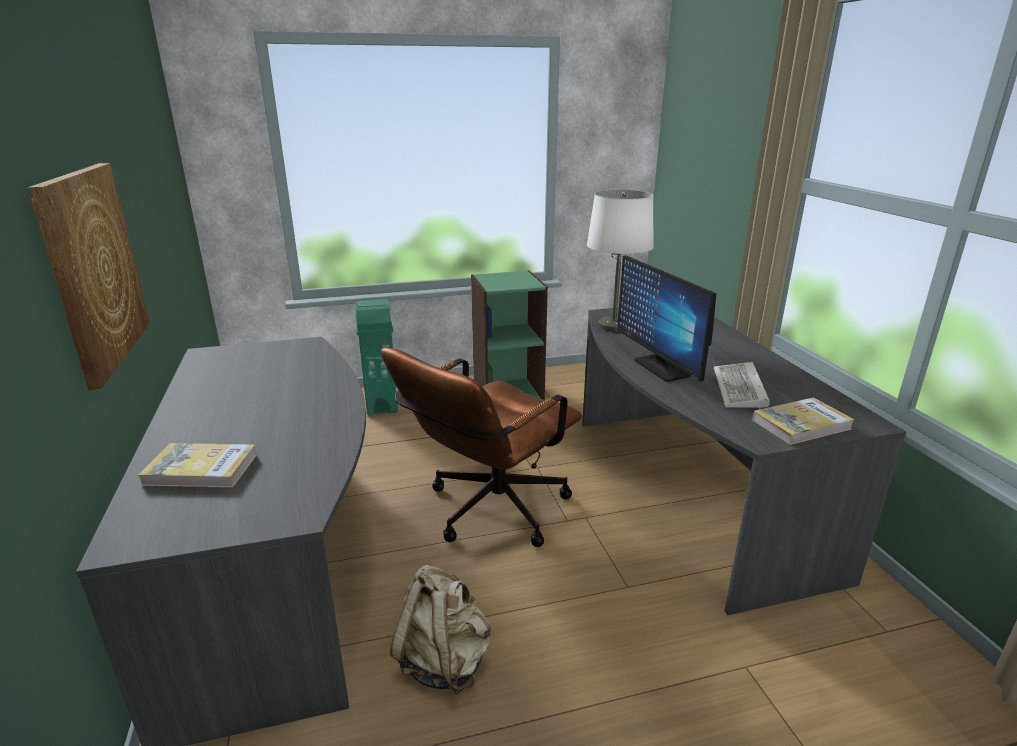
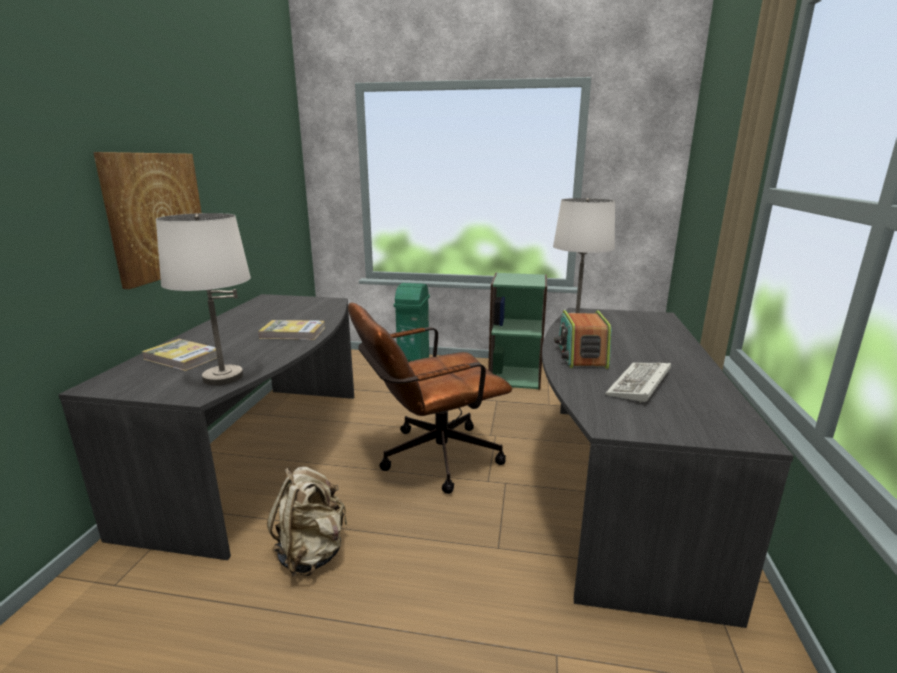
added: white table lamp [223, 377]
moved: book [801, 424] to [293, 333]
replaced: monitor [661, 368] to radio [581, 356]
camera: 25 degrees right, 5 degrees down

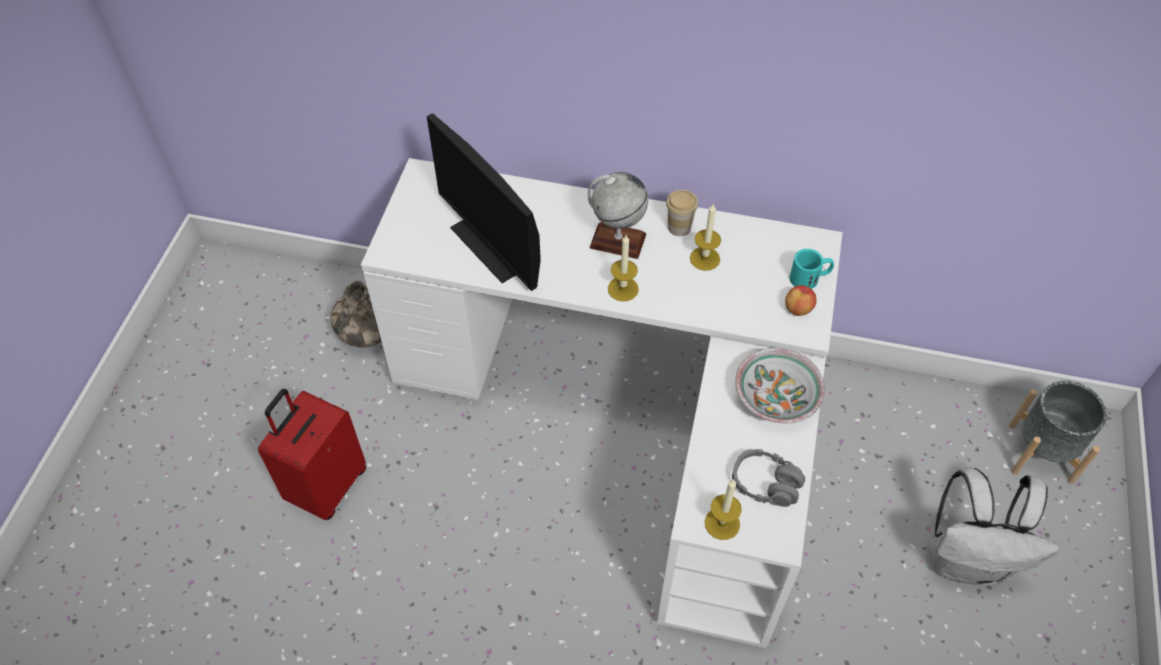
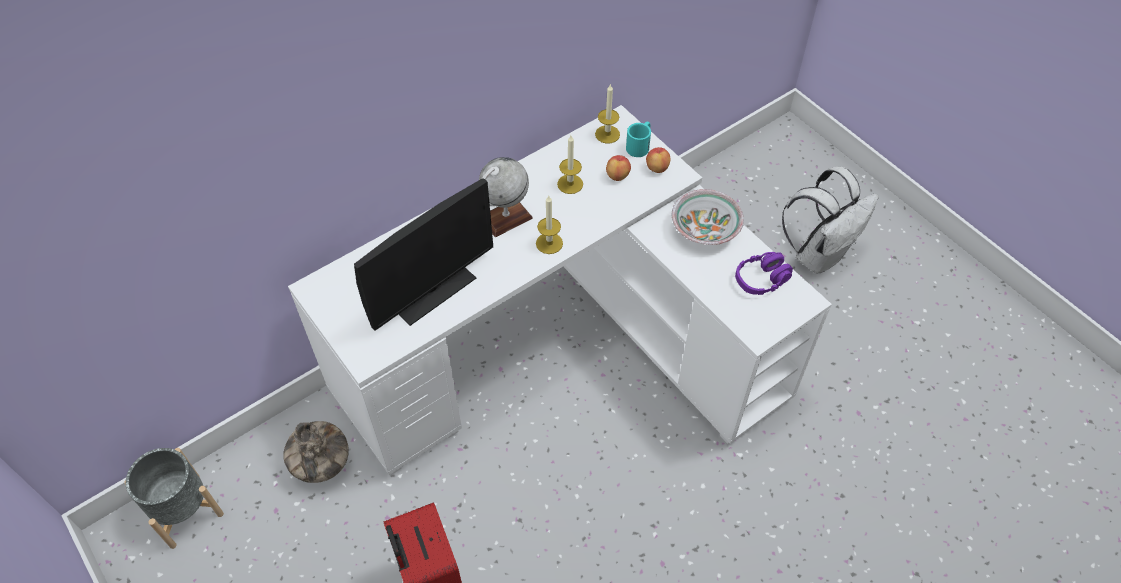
removed: cup [679, 227]
added: apple [617, 175]
moved: candle [722, 523] to [607, 134]; grey planter [1040, 453] to [185, 511]
recoloured: grey headphones [765, 484] to purple headphones [761, 279]
turned: monitor [492, 245] = [431, 290] 45 degrees counterclockwise
camera: 50 degrees left, 0 degrees up

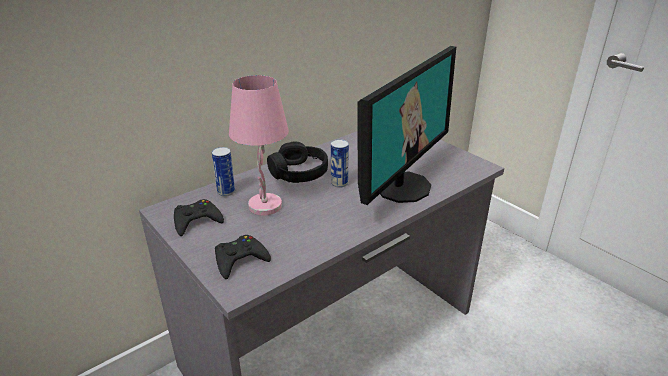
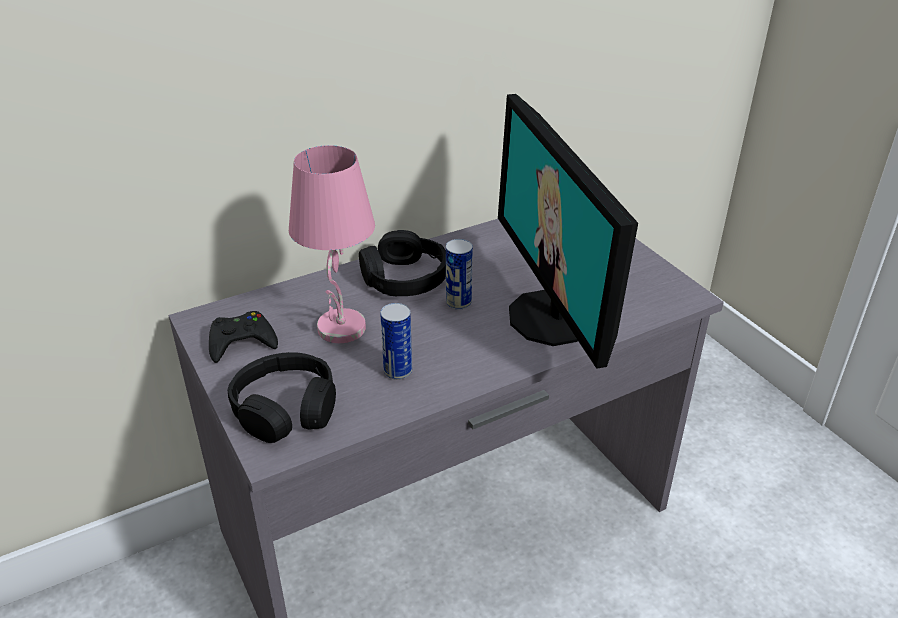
moved: can [226, 192] to [398, 371]
replaced: black game controller [240, 260] to black headphones [286, 409]
turned: monitor [402, 186] = [551, 318] 120 degrees clockwise
camera: 10 degrees right, 5 degrees up

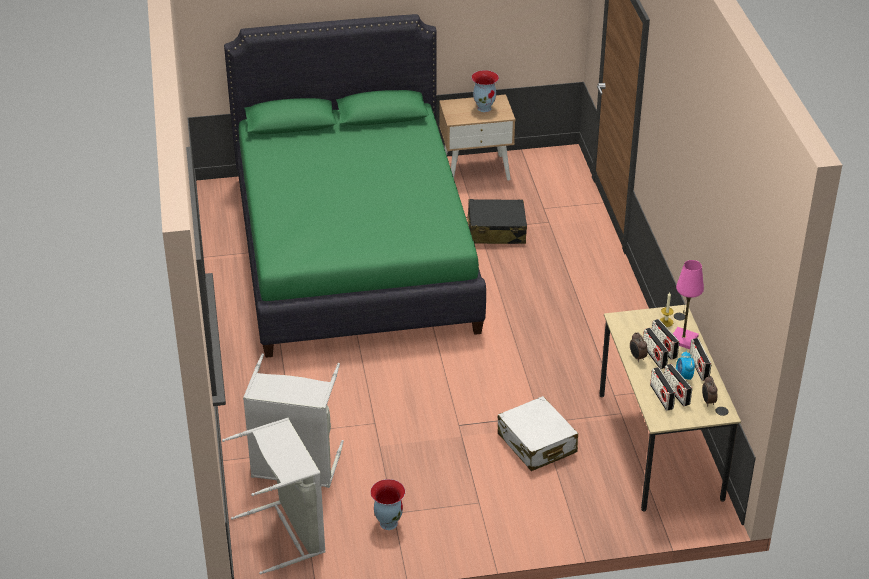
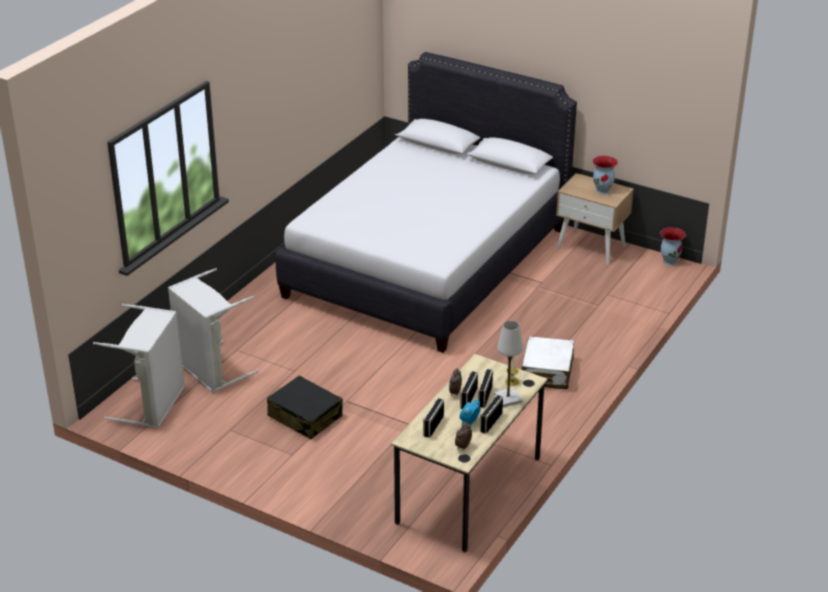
removed: radio [676, 393]
moved: vase [388, 523] to [669, 261]; black suitcase [496, 231] to [305, 416]; white suitcase [537, 443] to [547, 372]
recoloured: green bed [353, 252] to white bed [427, 261]; pink table lamp [683, 339] to white table lamp [507, 398]
camera: 40 degrees right, 5 degrees down

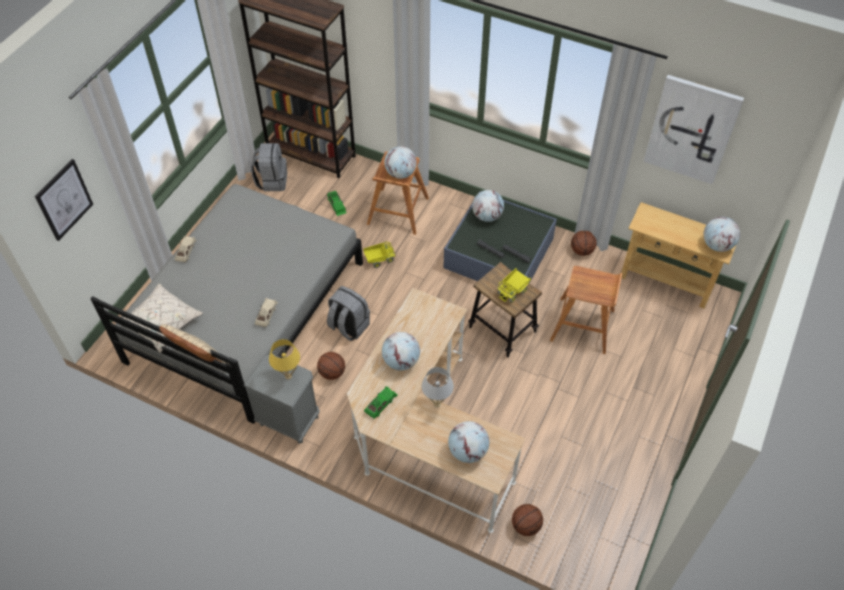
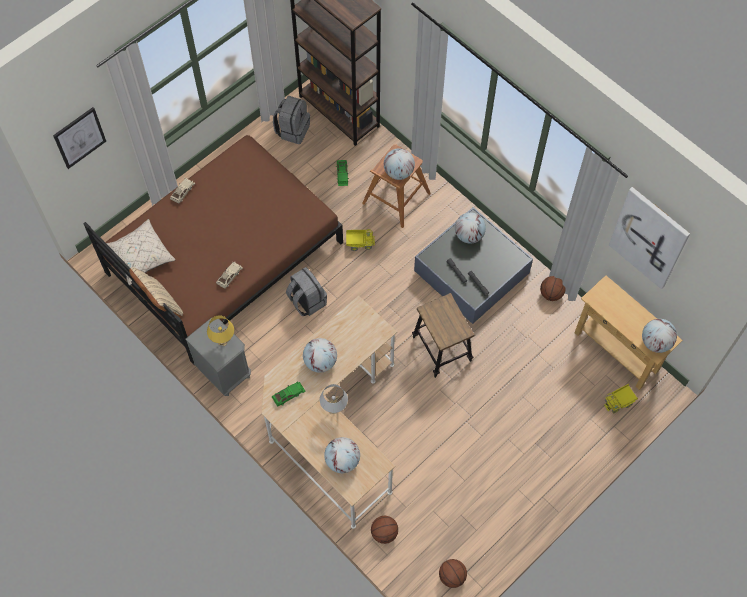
removed: brown stool [583, 325]
moved: basketball [332, 373] to [452, 576]; toy truck [513, 291] to [619, 402]
recoloured: grey bed [246, 311] to brown bed [224, 257]
camera: 20 degrees right, 10 degrees up

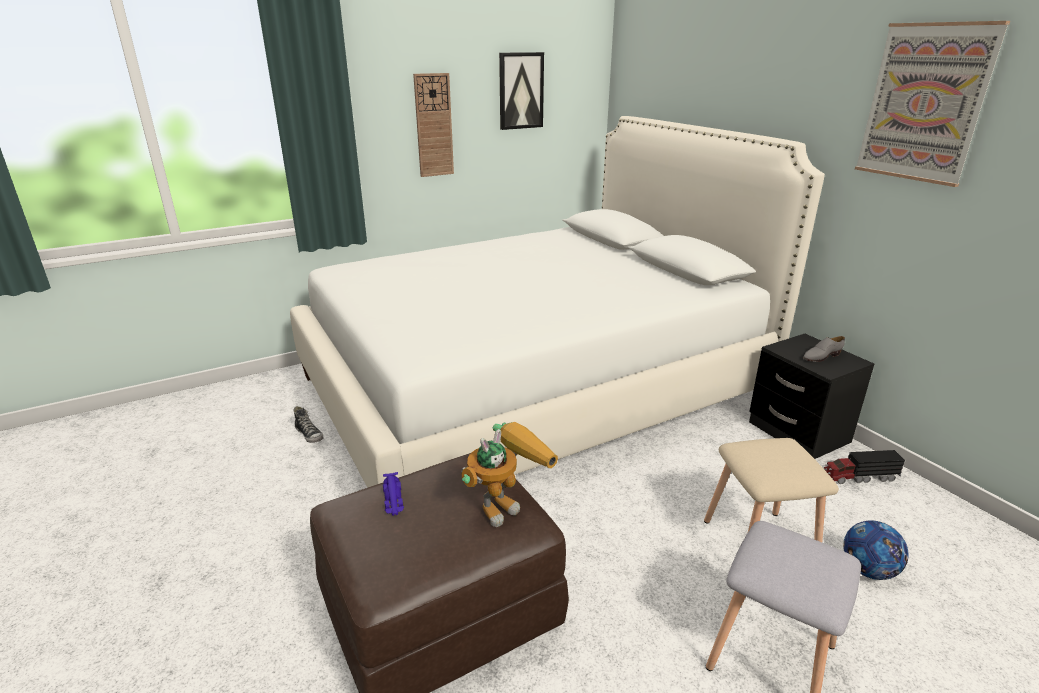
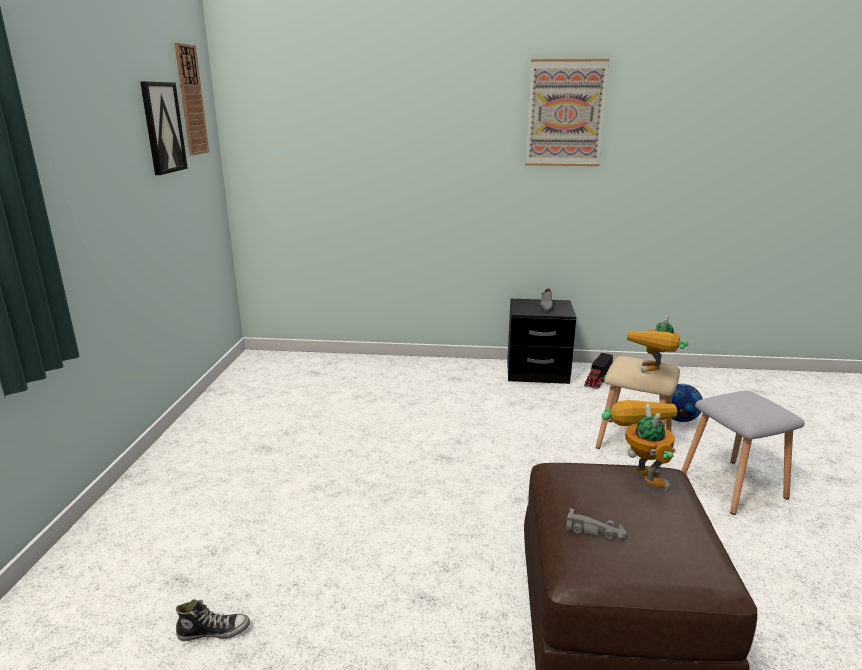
removed: white bed [531, 389]
added: toy robot [654, 374]
moved: wall clock [433, 125] to [191, 100]
recoloured: purple toy car [393, 500] to grey toy car [596, 531]
camera: 55 degrees left, 5 degrees down

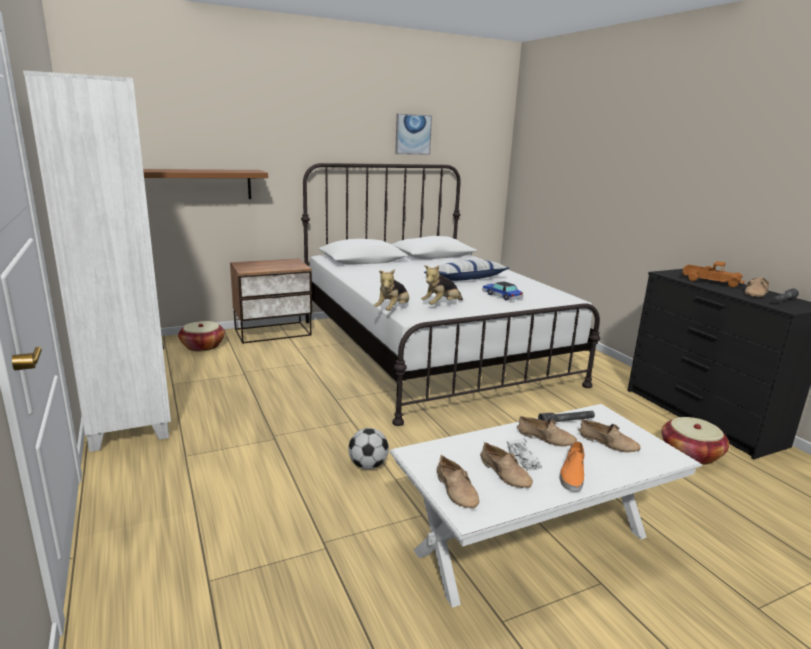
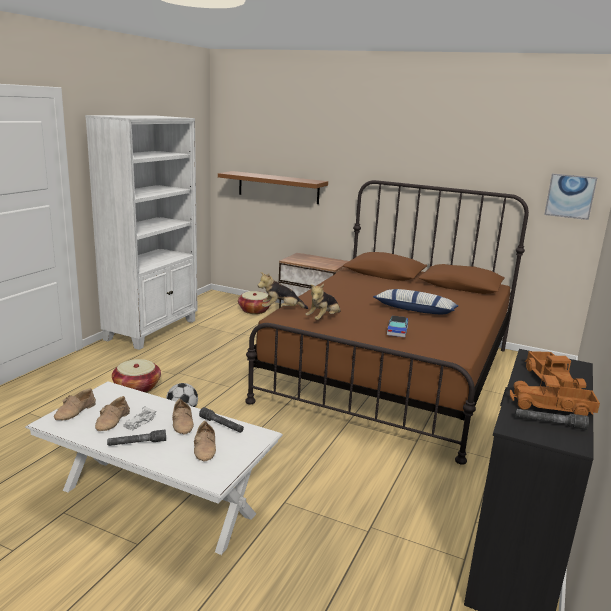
moved: picture [413, 134] to [570, 196]; basket [690, 454] to [137, 387]
replaced: orange shoe [572, 474] to grey flashlight [137, 443]; beige shoe [757, 294] to toy truck [552, 407]
recoloured: white bed [430, 350] to brown bed [392, 373]
turned: plush toy [441, 305] = [323, 319] 60 degrees counterclockwise
camera: 50 degrees right, 0 degrees up

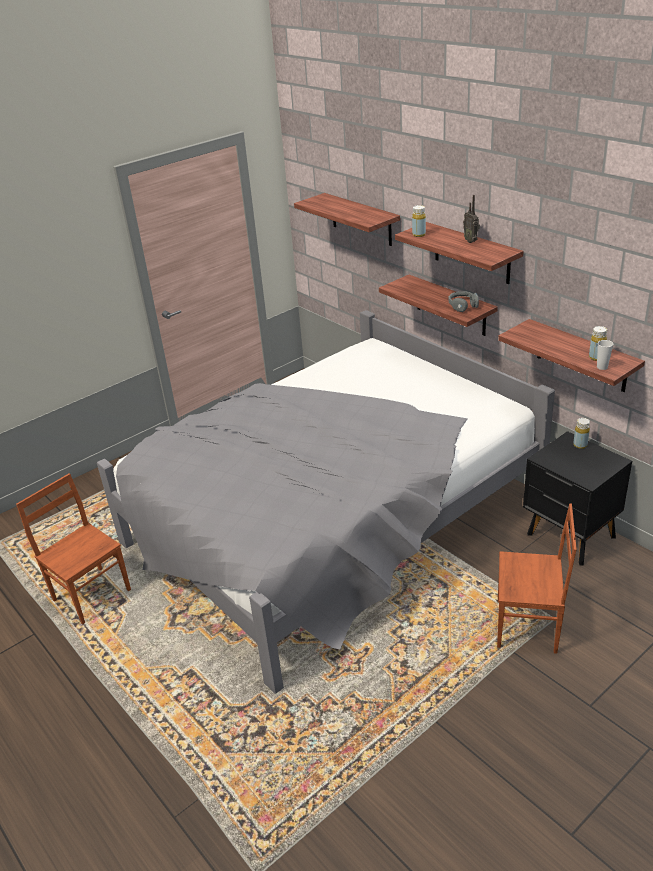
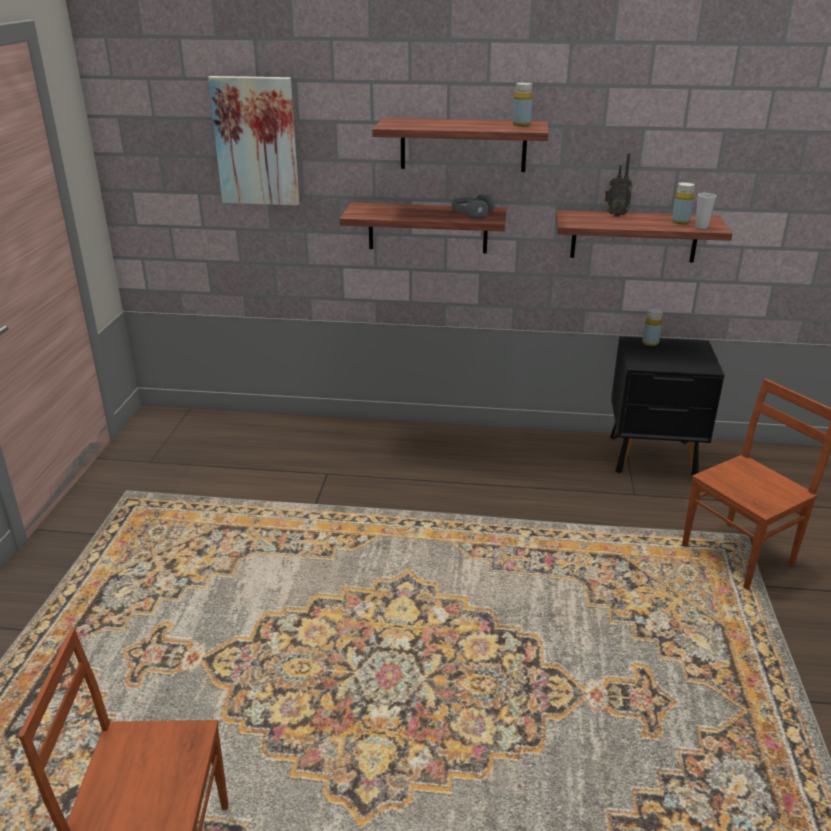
removed: grey bed [331, 522]
moved: yellow bottle [419, 234] to [521, 124]; radio [471, 241] to [616, 215]
replaced: shelf [361, 219] to picture [256, 141]
camera: 45 degrees left, 5 degrees down

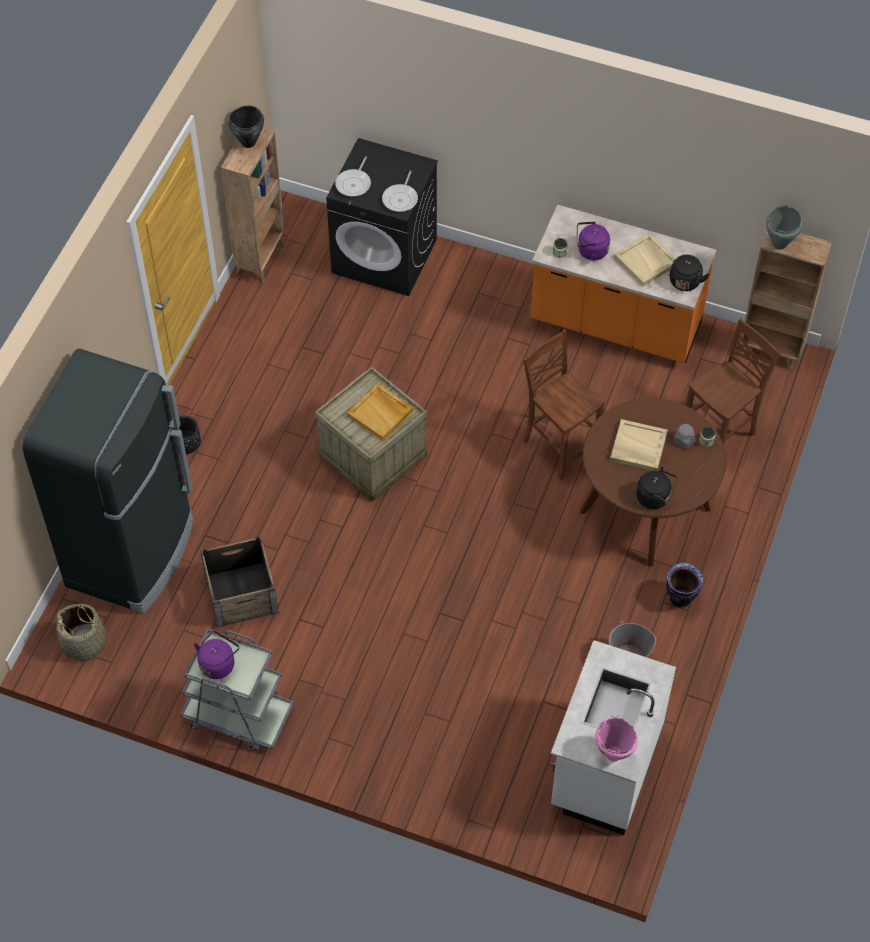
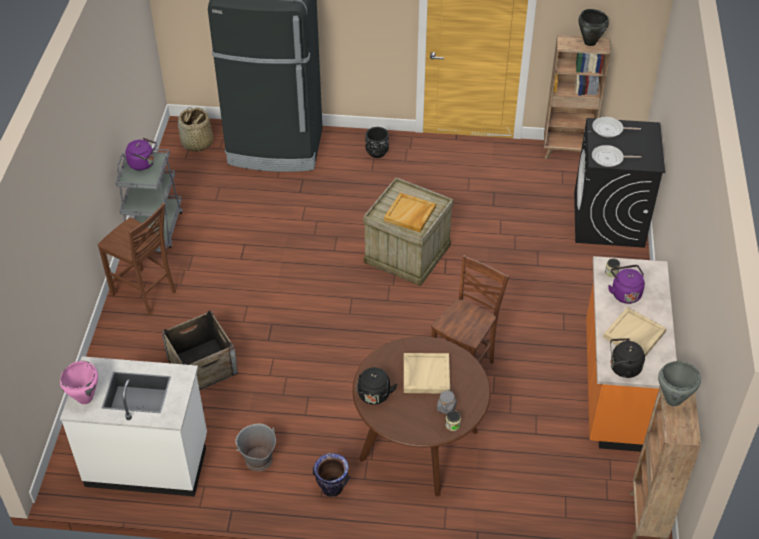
moved: crate [241, 594] to [202, 366]; brown chair [720, 435] to [145, 294]
camera: 75 degrees right, 10 degrees down

